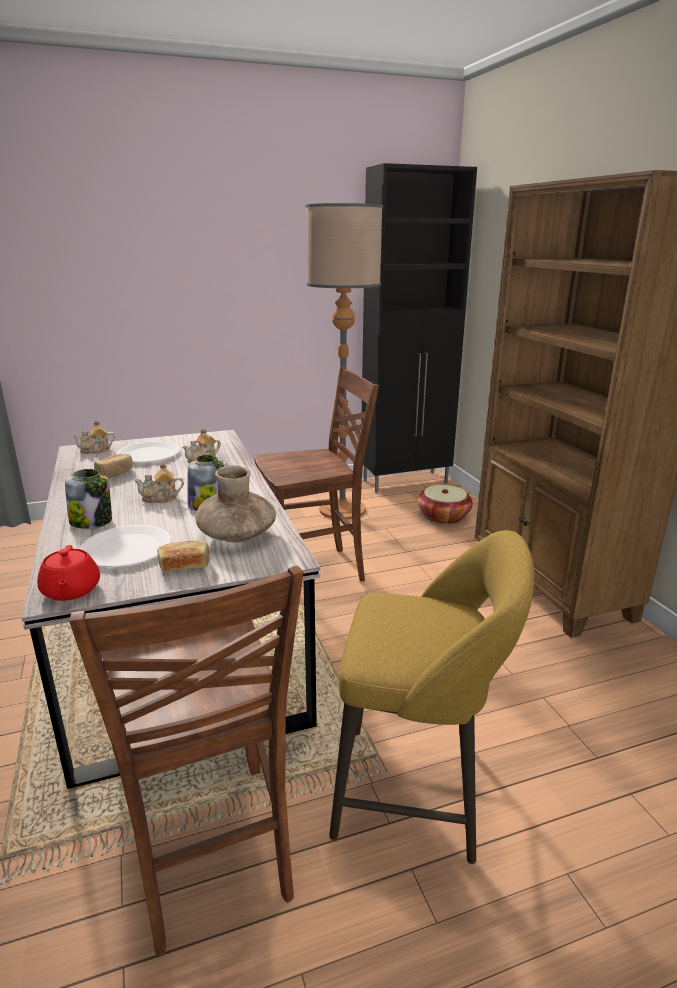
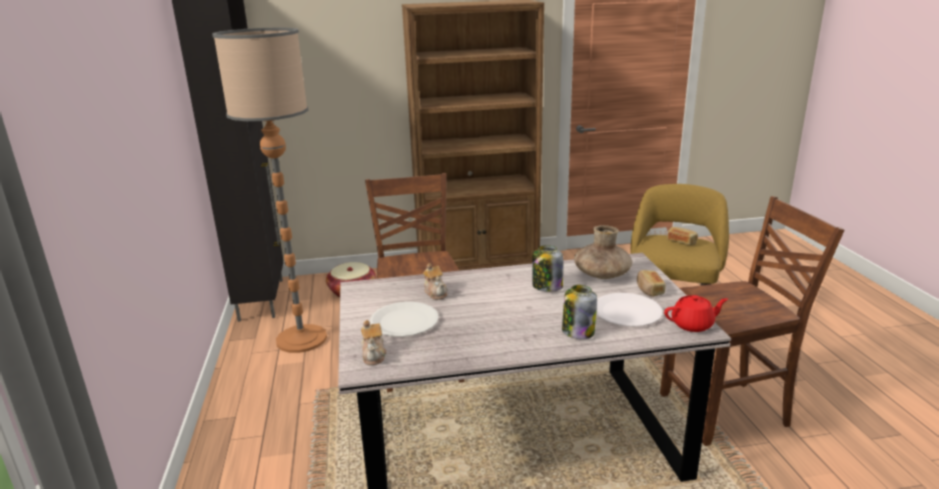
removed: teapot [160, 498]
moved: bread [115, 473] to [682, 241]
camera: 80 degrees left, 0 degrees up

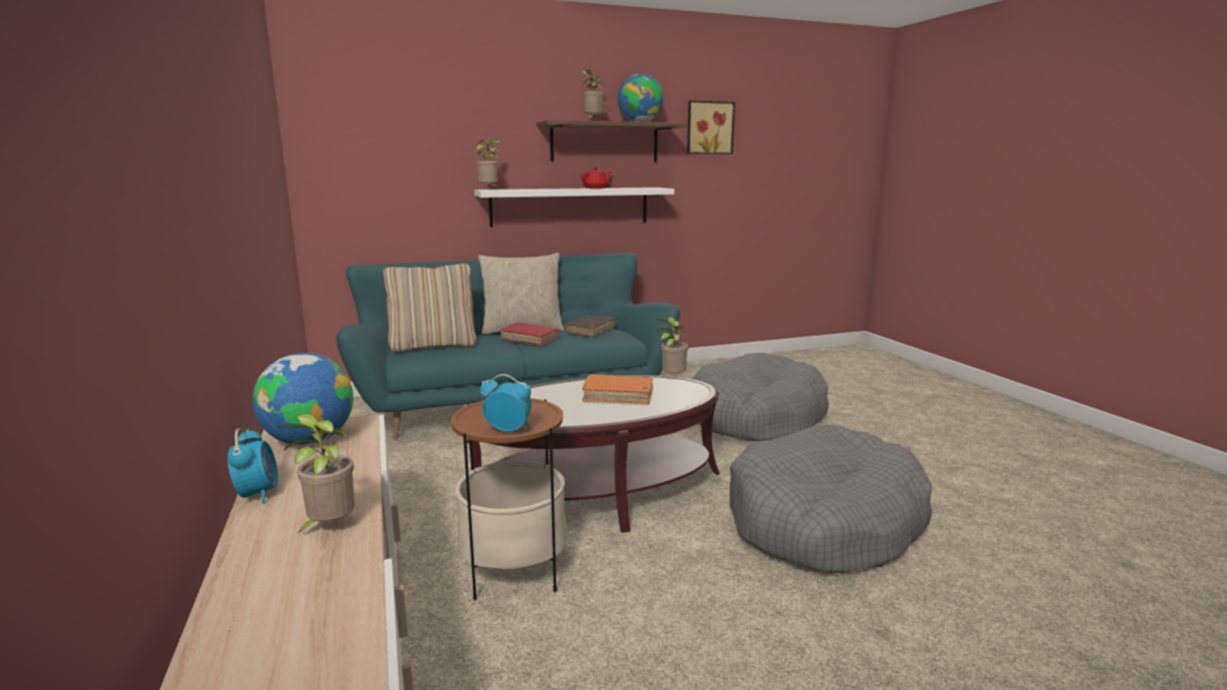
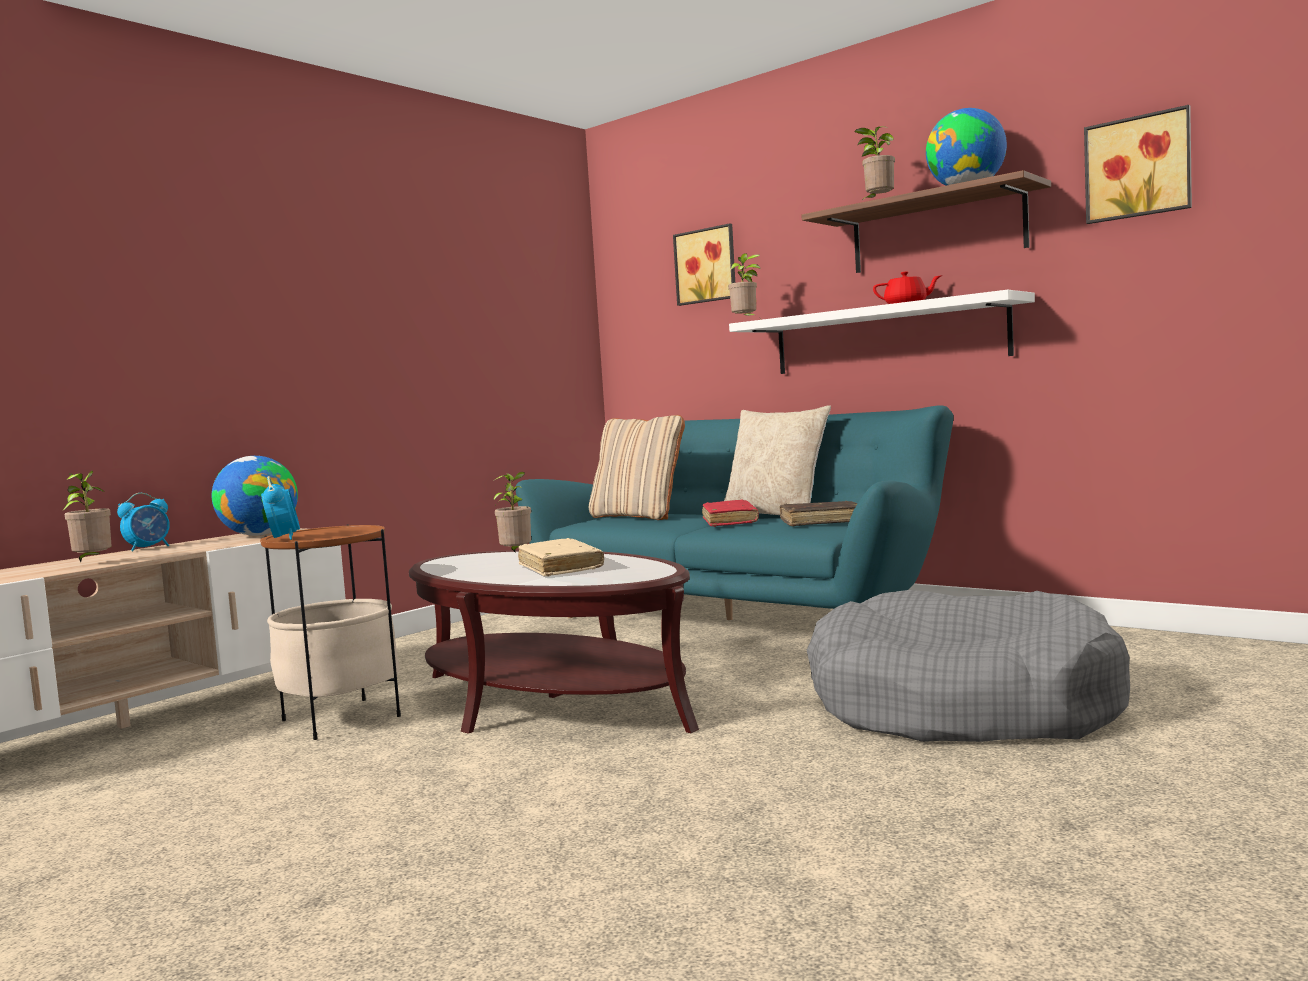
removed: grey dog bed [824, 522]
added: picture [707, 266]
moved: potted plant [672, 379] to [516, 556]
recoloured: orange book [618, 396] to beige book [560, 568]
camera: 60 degrees right, 10 degrees down

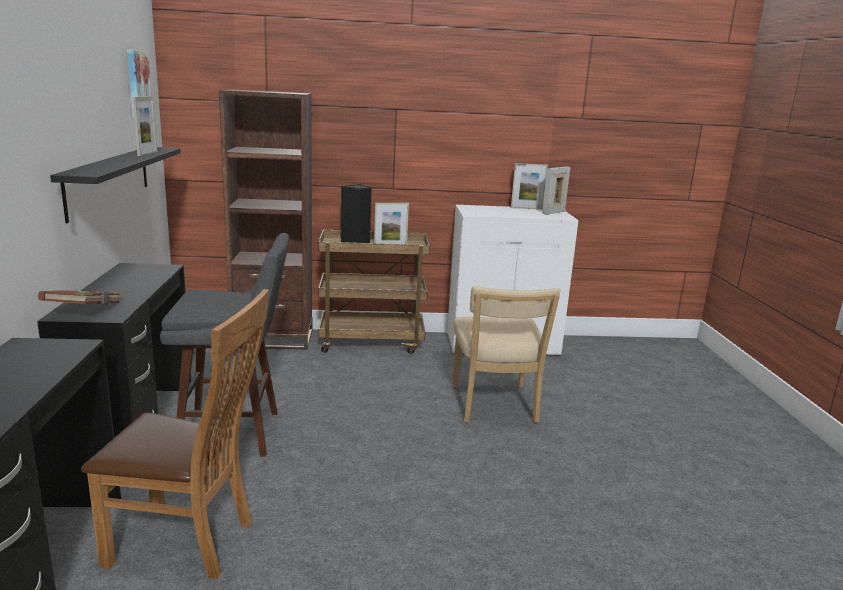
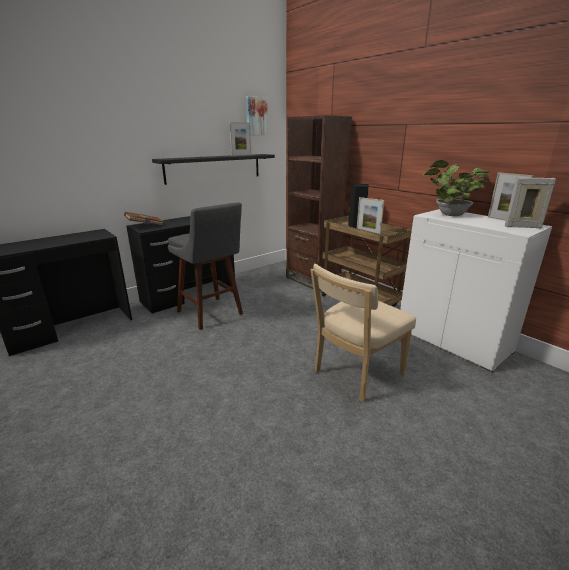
removed: brown chair [189, 542]
added: potted plant [449, 214]
camera: 55 degrees right, 5 degrees up

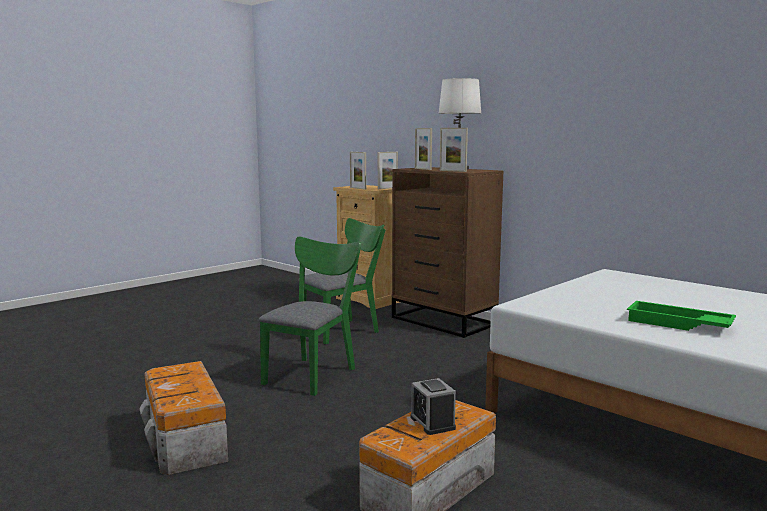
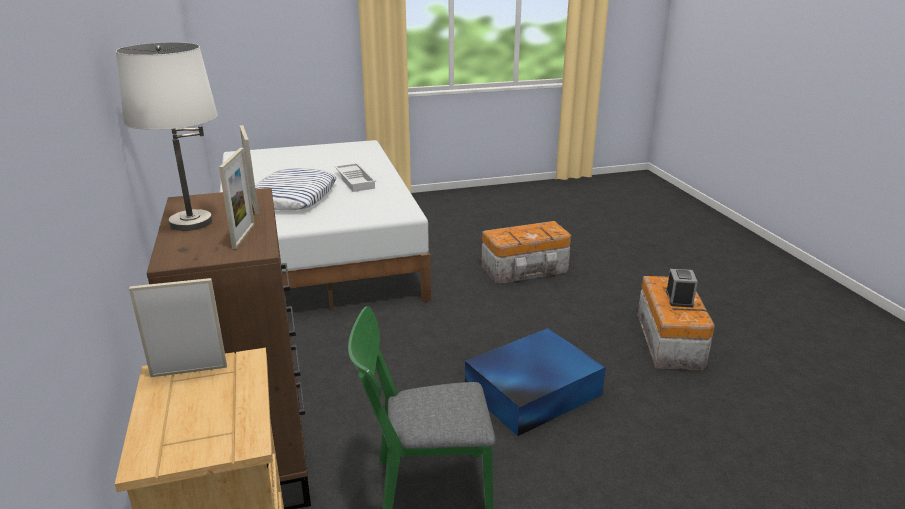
removed: picture frame [358, 188]
added: pillow [293, 196]
moved: alarm clock [432, 423] to [679, 299]
replaced: green chair [313, 373] to blue storage box [531, 391]
recoloured: green tray [677, 324] to white tray [356, 181]
camera: 150 degrees left, 15 degrees up

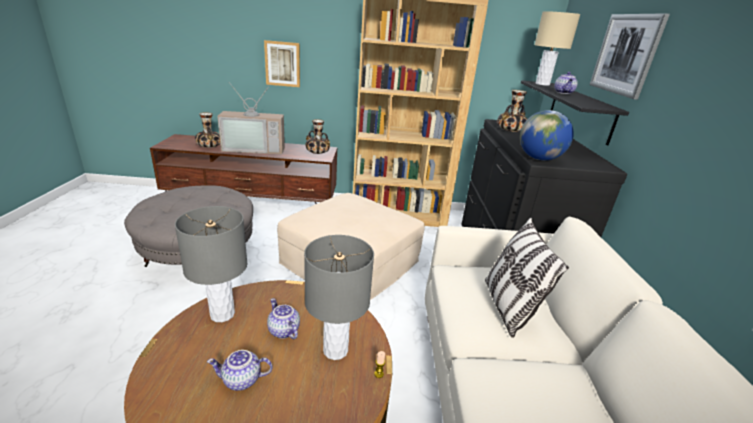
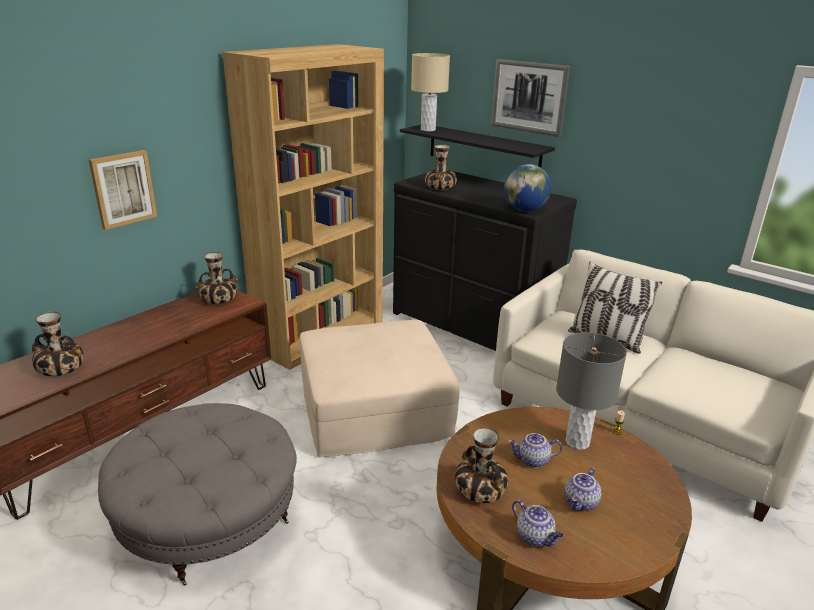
removed: television [255, 148]
moved: teapot [563, 93] to [535, 537]
replaced: grey table lamp [222, 314] to vase [479, 489]
camera: 50 degrees left, 0 degrees up

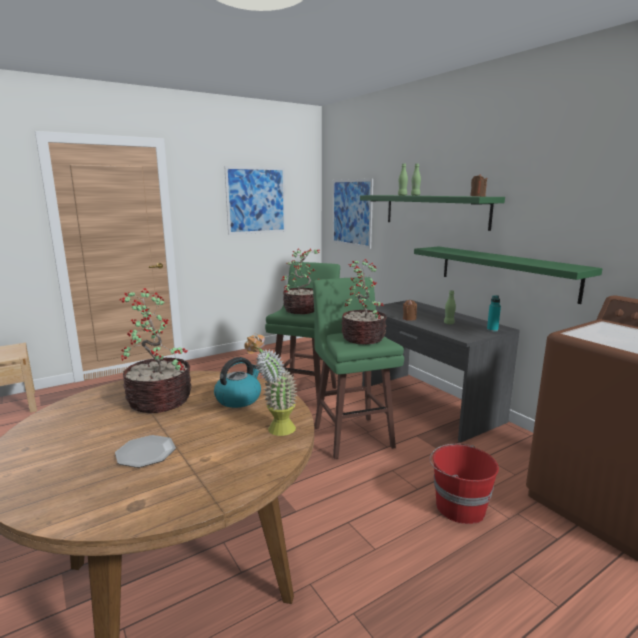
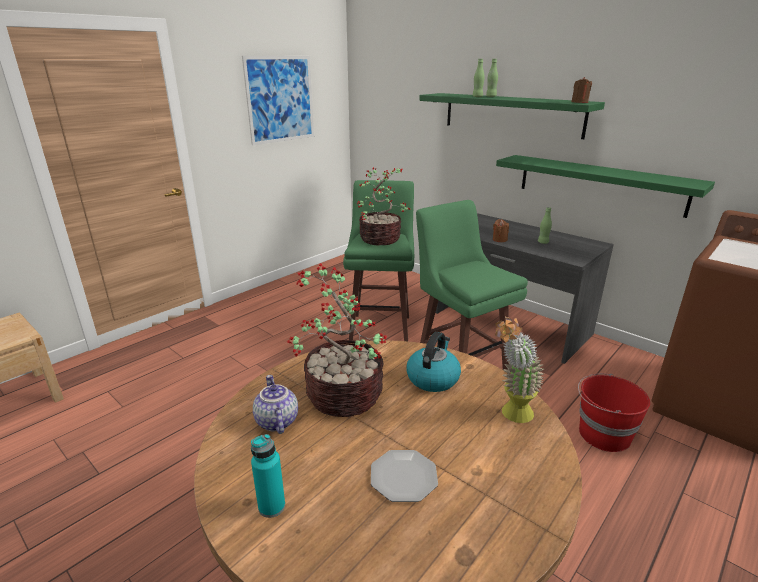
removed: picture [351, 212]; potted plant [362, 337]
added: teapot [275, 421]
moved: turquoise bottle [492, 330] to [271, 506]
camera: 15 degrees left, 10 degrees up

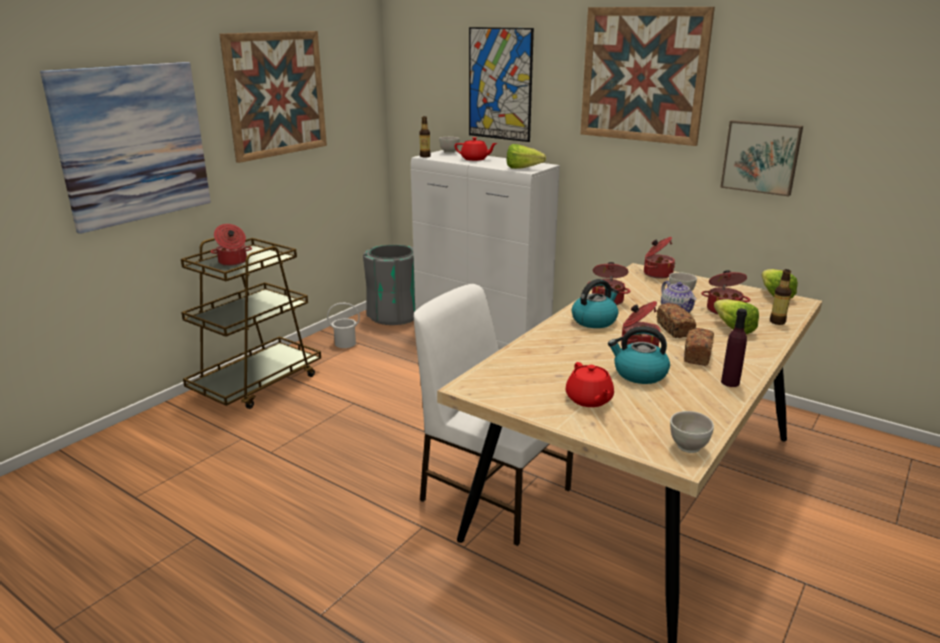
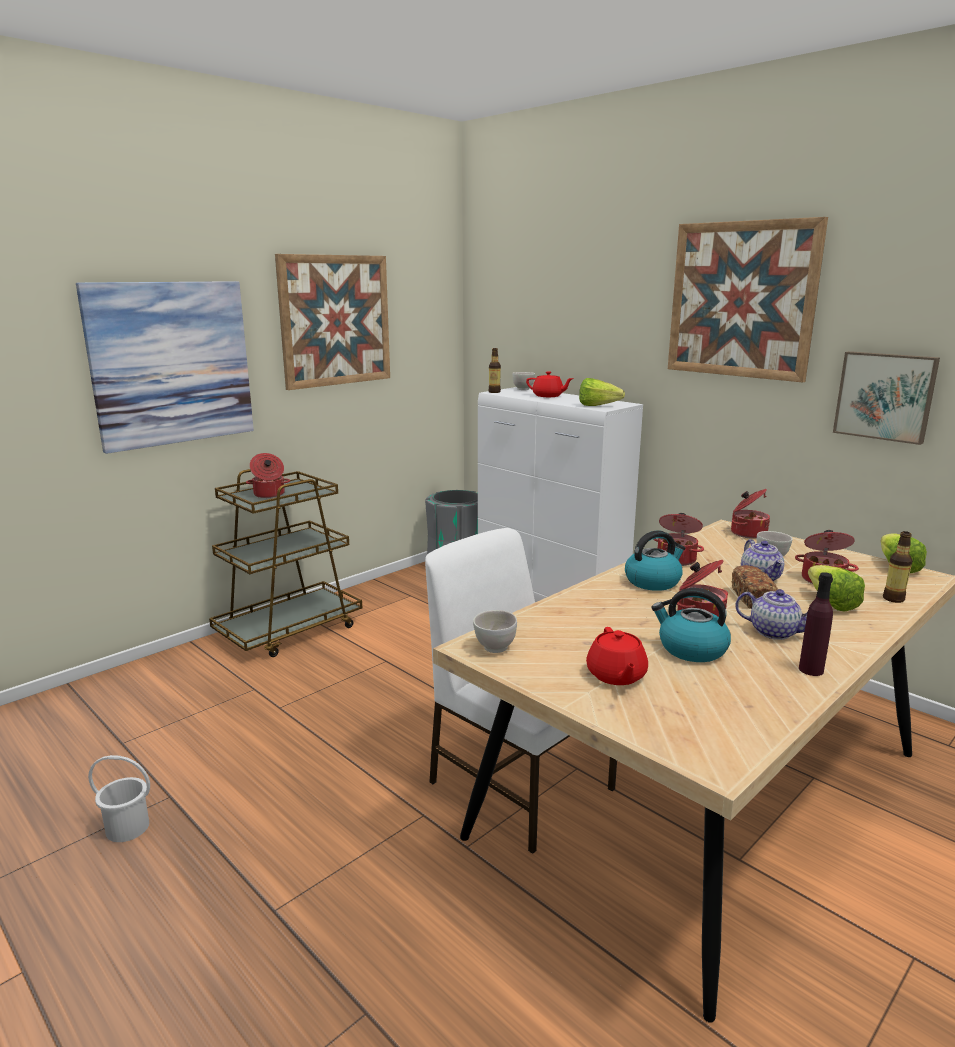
removed: picture [500, 84]
moved: white bucket [345, 343] to [127, 828]; white bowl [688, 447] to [494, 648]
replaced: bread [697, 355] to teapot [774, 632]
camera: 10 degrees right, 5 degrees down

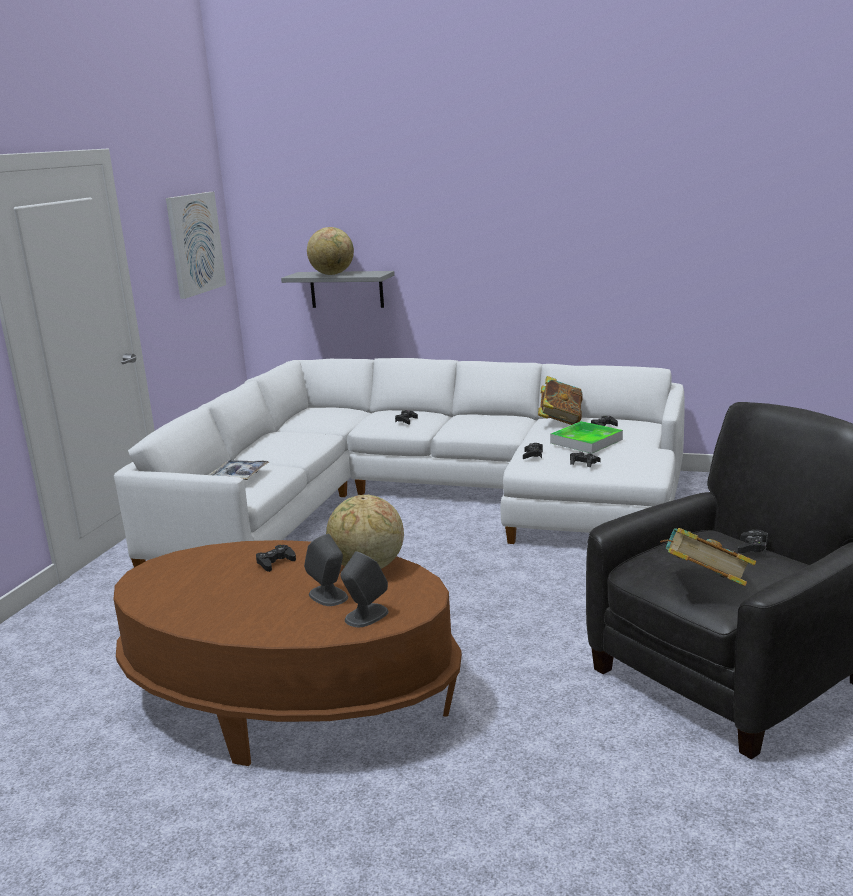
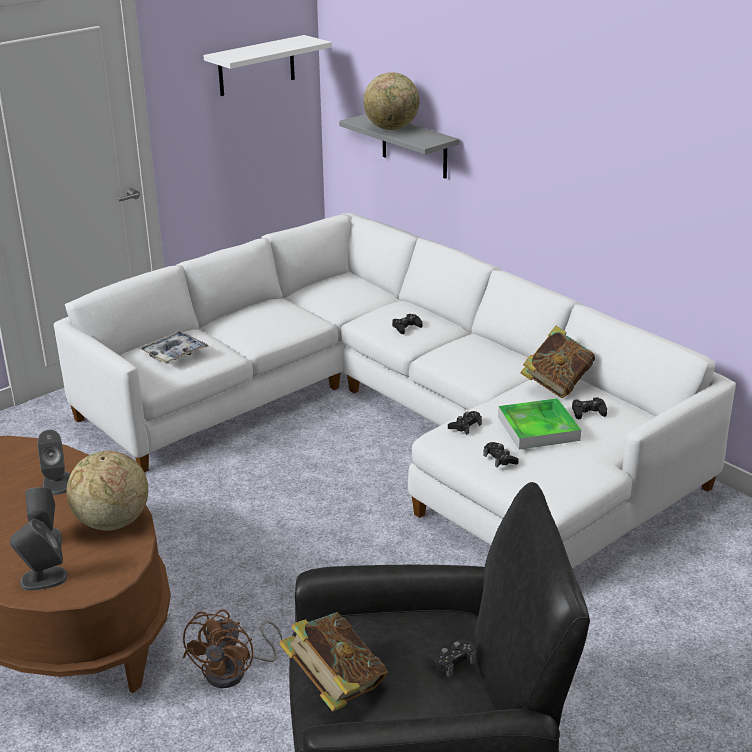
added: brown fan [234, 672]
replaced: picture [195, 244] to white shelf [256, 66]; black game controller [275, 562] to grey speaker [57, 483]
camera: 30 degrees right, 10 degrees up

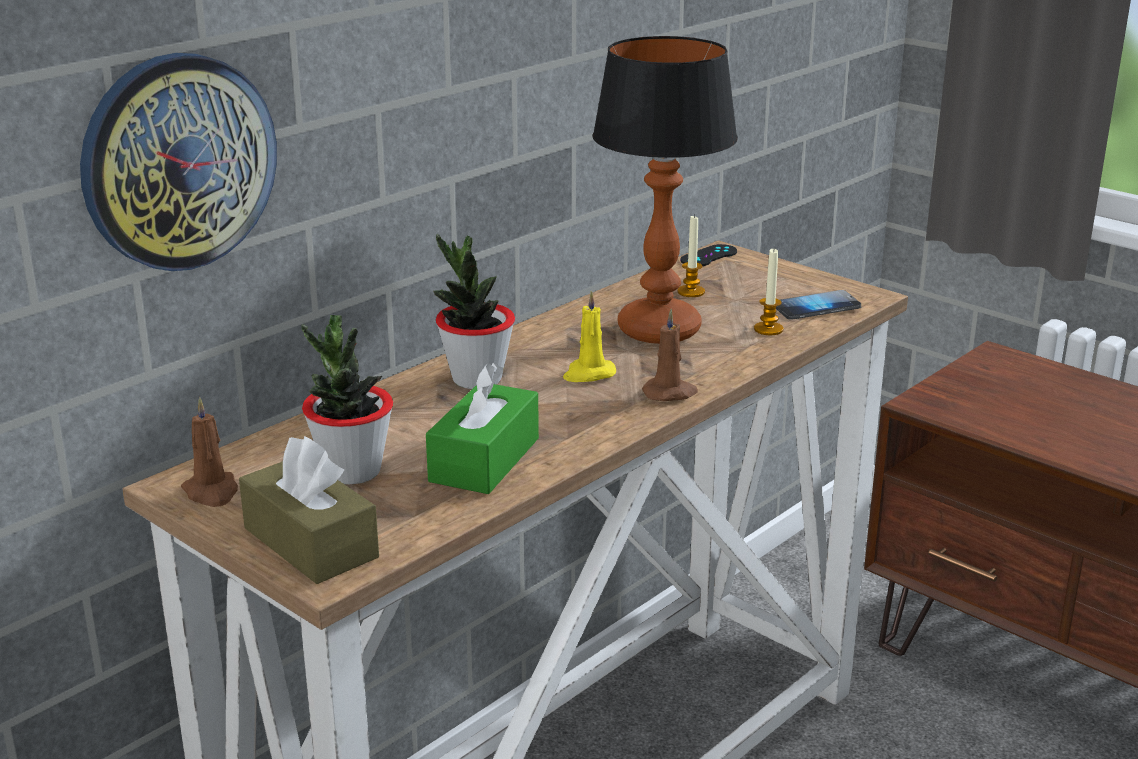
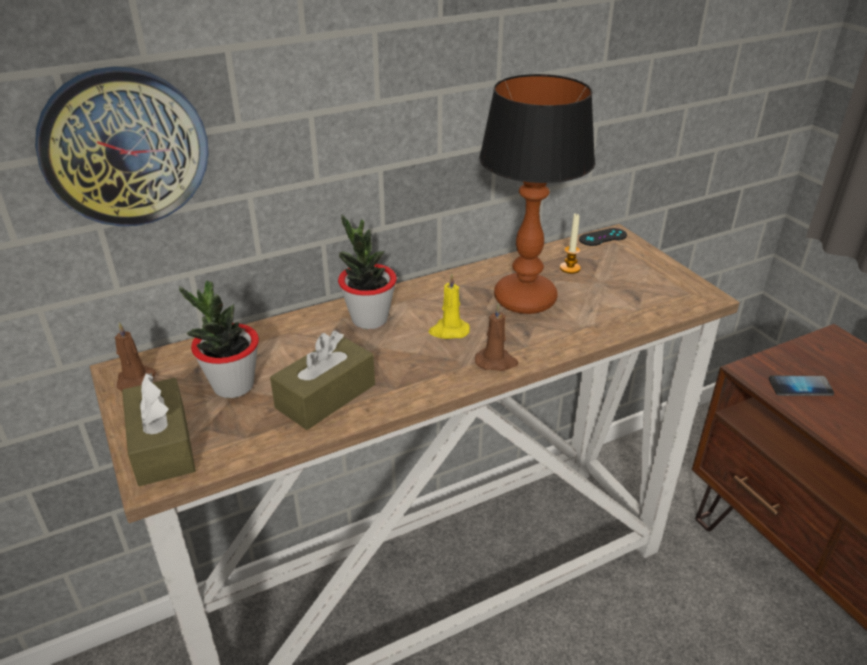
removed: candle [768, 329]
moved: phone [816, 307] to [800, 387]
recoloured: green tissue box [484, 460] to brown tissue box [326, 396]
camera: 20 degrees right, 10 degrees up

